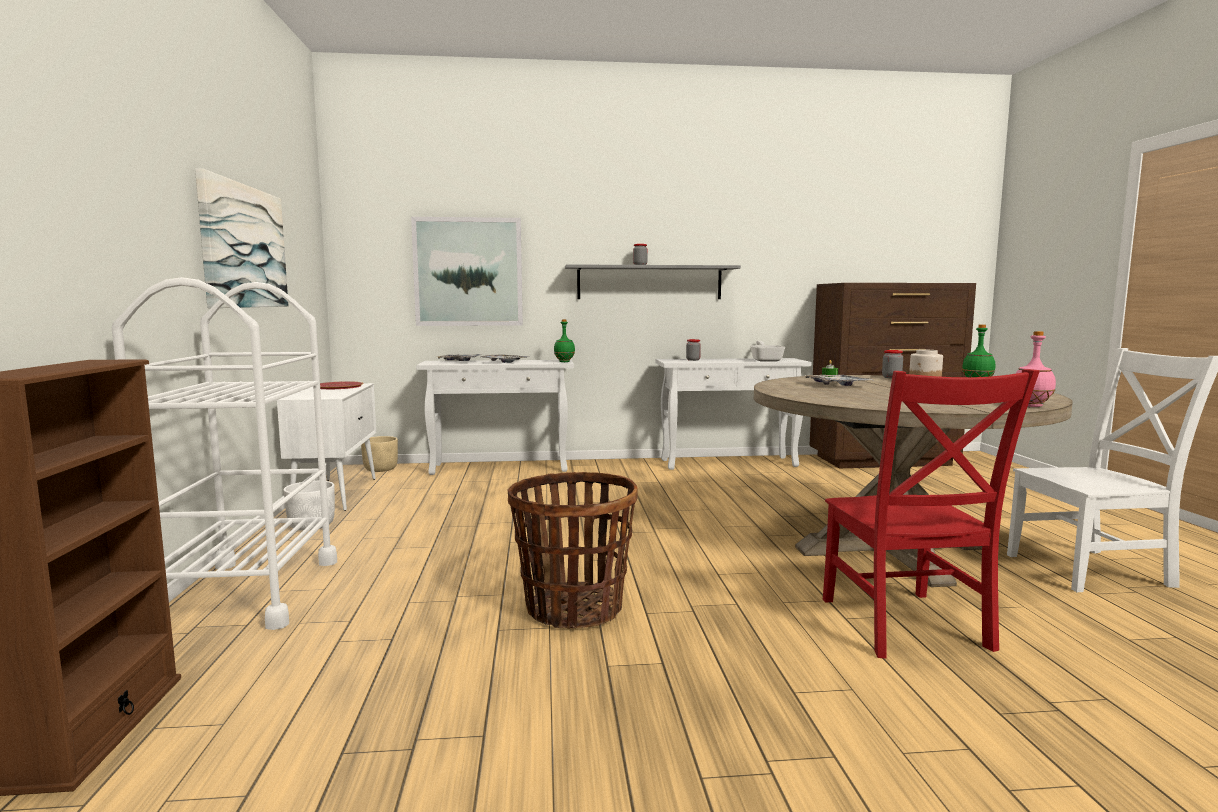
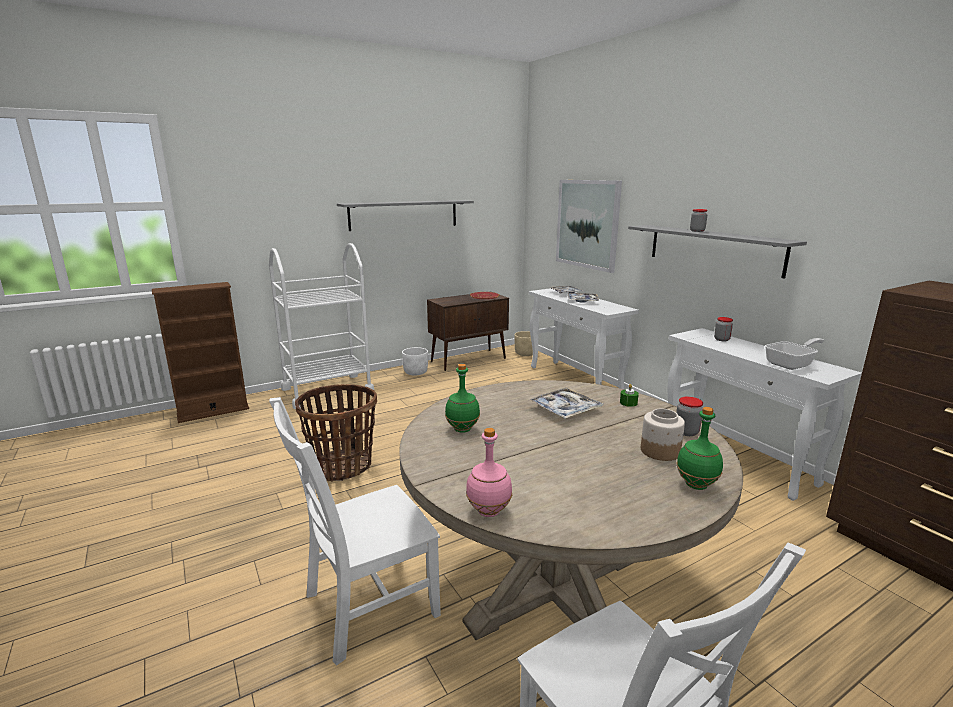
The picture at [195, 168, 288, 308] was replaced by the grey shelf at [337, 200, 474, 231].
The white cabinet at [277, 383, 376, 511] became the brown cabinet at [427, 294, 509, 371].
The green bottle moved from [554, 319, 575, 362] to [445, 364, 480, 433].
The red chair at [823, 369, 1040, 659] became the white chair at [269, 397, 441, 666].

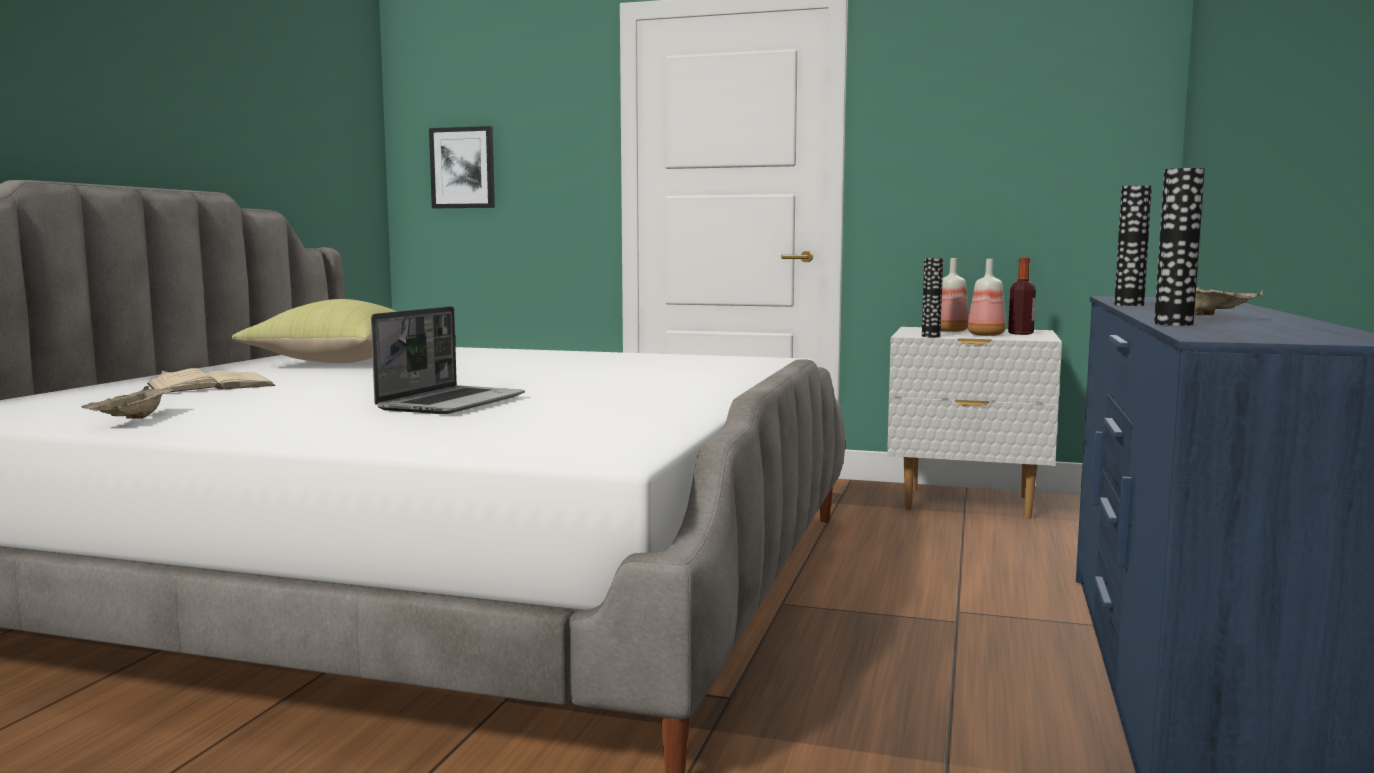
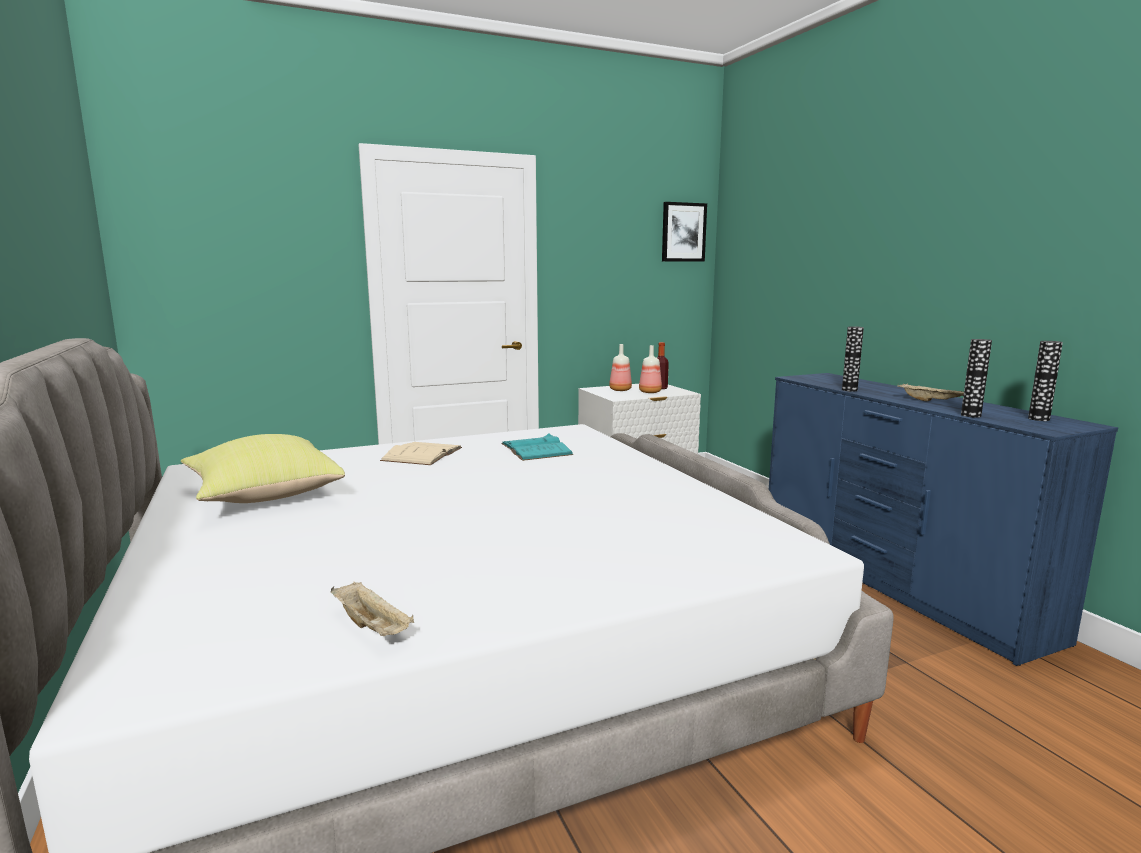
The beige book moved from [147, 368, 275, 392] to [380, 442, 462, 465].
The laptop at [371, 306, 525, 414] disappeared.
The picture moved from [429, 126, 495, 208] to [662, 202, 707, 262].
The vase moved from [922, 258, 943, 337] to [1028, 341, 1063, 421].
The turquoise book at [501, 433, 574, 461] appeared.

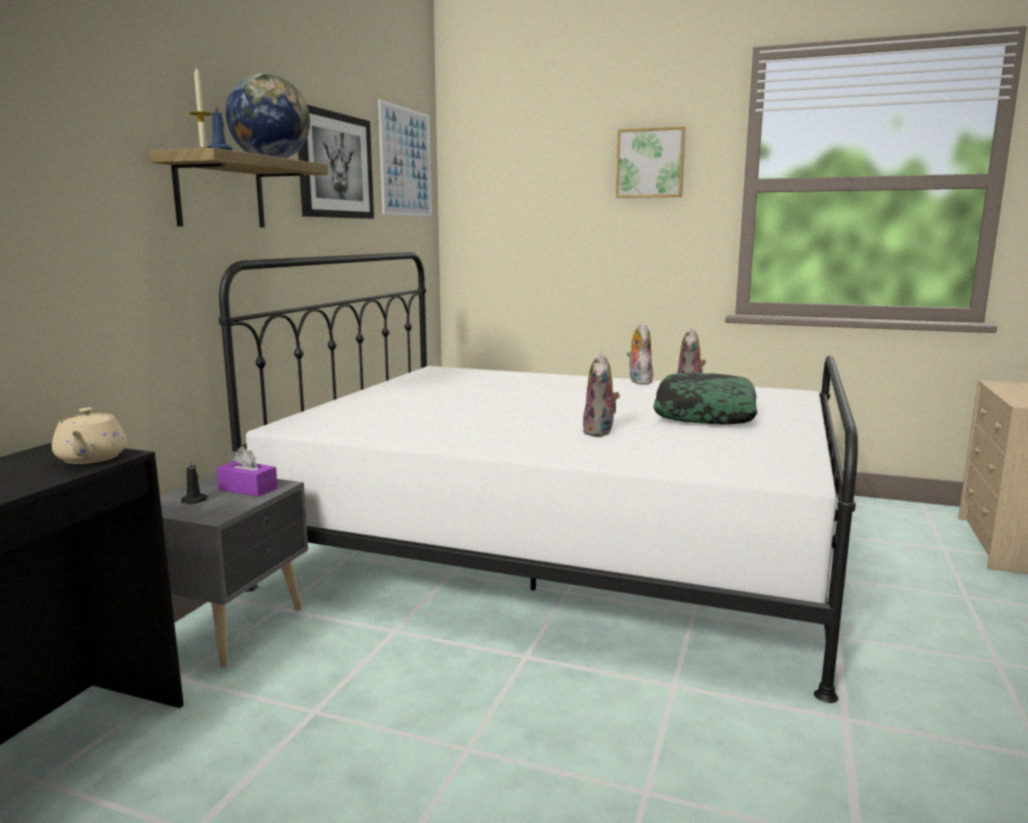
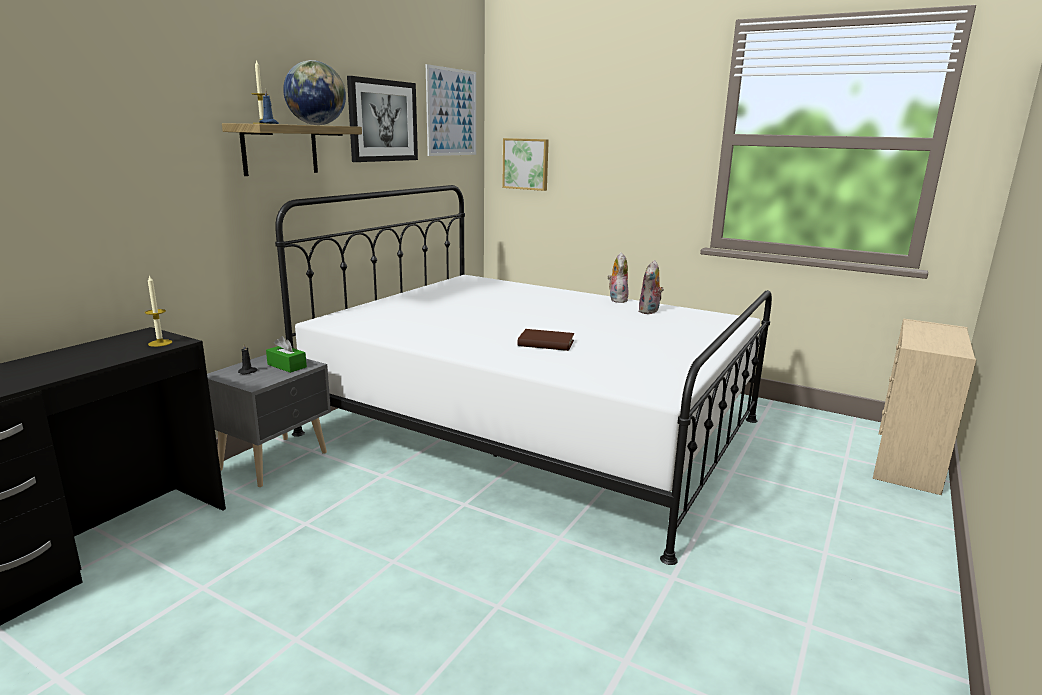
The beige teapot at [52, 408, 127, 464] was replaced by the candle at [145, 275, 172, 347].
The purple tissue box at [216, 446, 278, 497] became the green tissue box at [266, 336, 307, 373].
The plush toy at [582, 352, 620, 437] was replaced by the brown book at [518, 329, 574, 351].
The picture moved from [616, 126, 685, 198] to [502, 138, 549, 191].
The pillow at [653, 373, 757, 424] disappeared.

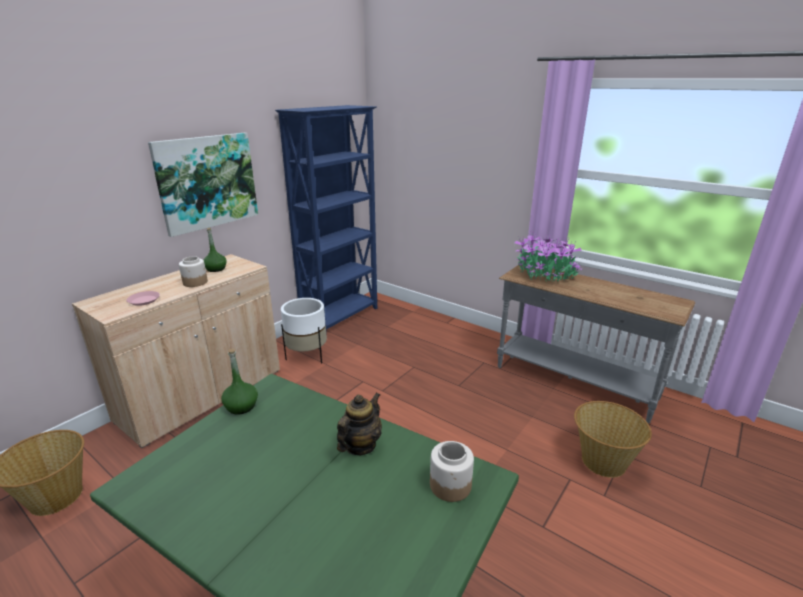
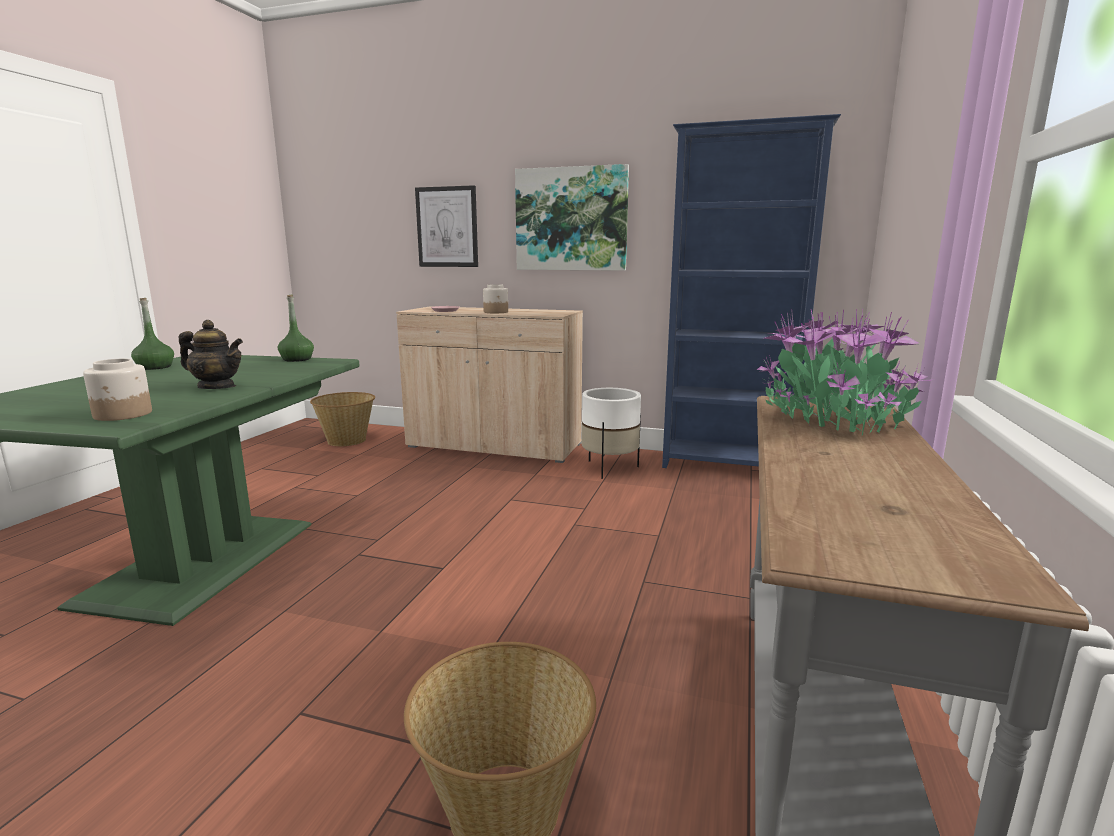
The green bottle moved from [204, 228, 227, 272] to [131, 298, 174, 370].
The picture at [415, 185, 478, 267] appeared.

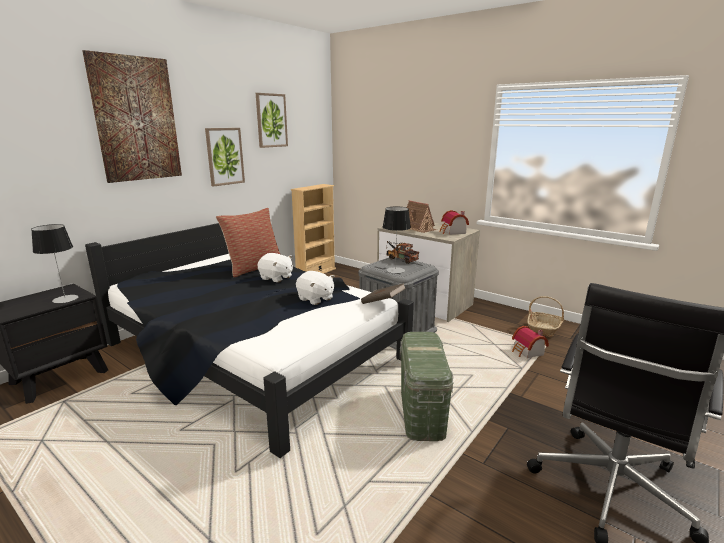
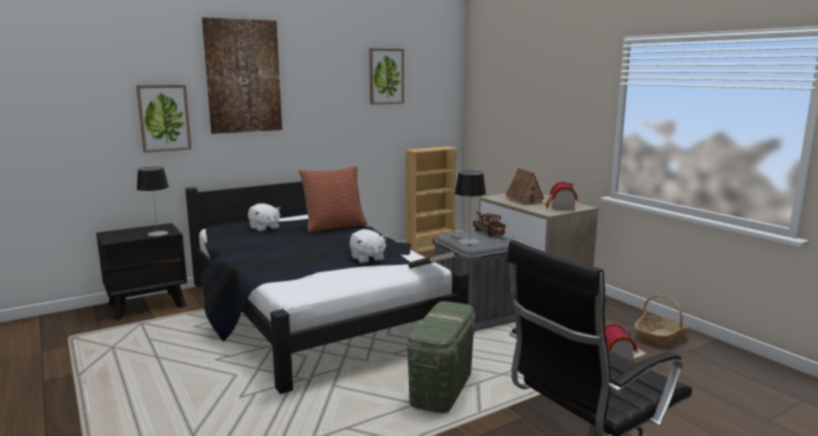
The picture moved from [205, 128, 245, 187] to [136, 85, 191, 153].
The white plush toy moved from [257, 253, 293, 282] to [248, 203, 281, 232].

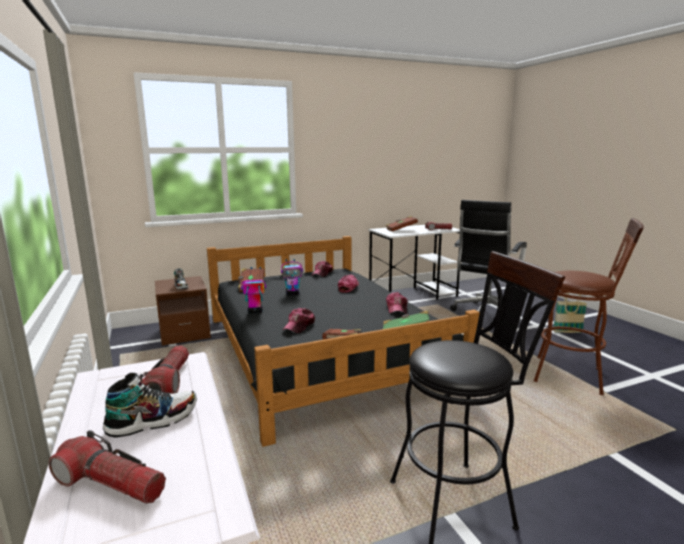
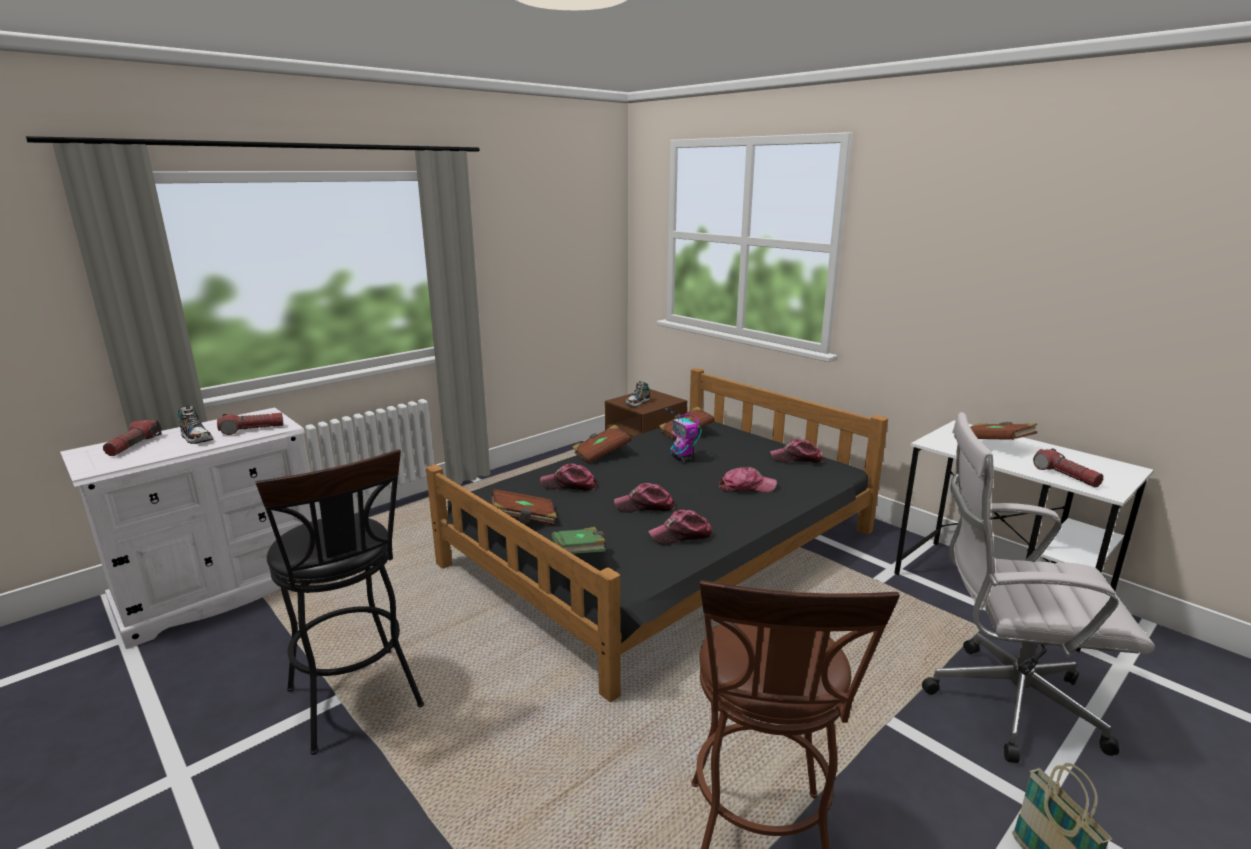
The toy robot at [241, 267, 266, 313] was replaced by the brown book at [572, 425, 631, 463].
The black office chair at [450, 200, 527, 322] became the white office chair at [922, 412, 1155, 763].
The cap at [614, 483, 675, 513] appeared.

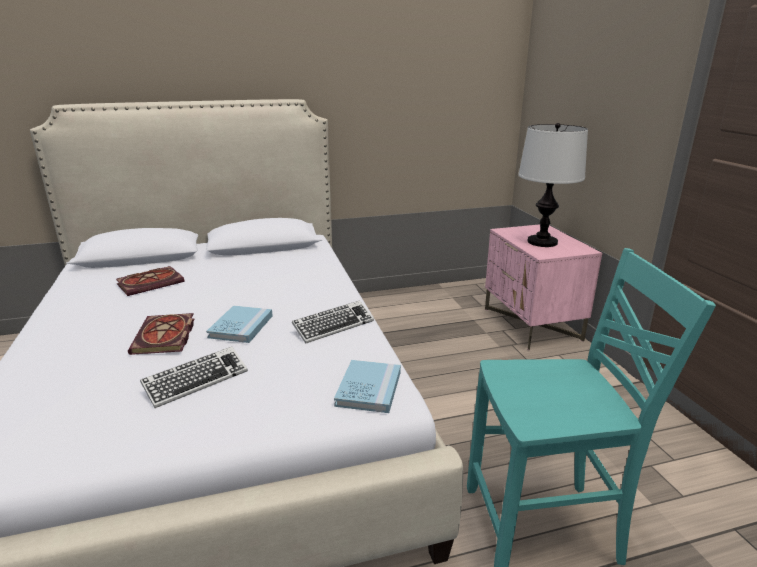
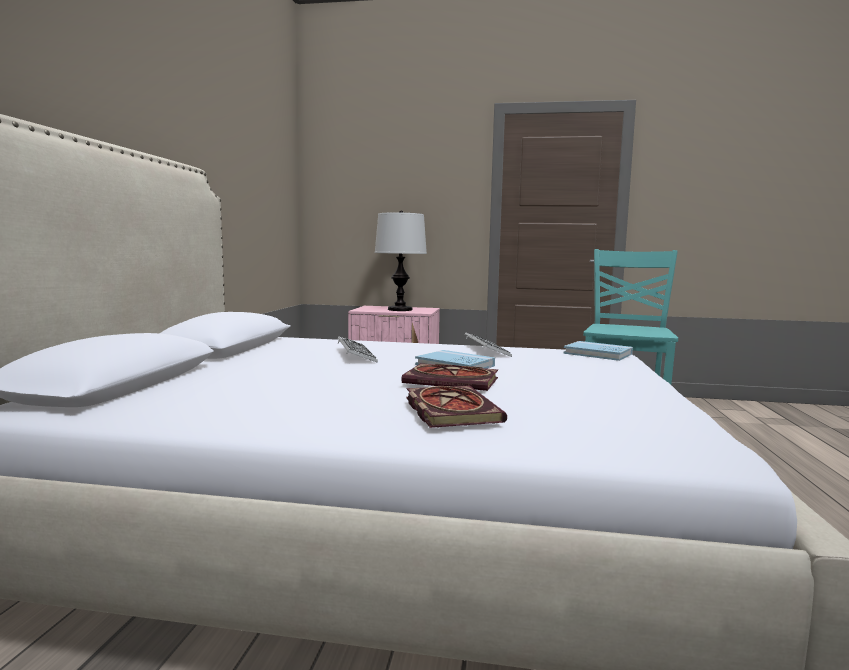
The book moved from [116, 266, 184, 296] to [406, 386, 507, 428].
The keyboard moved from [140, 347, 248, 408] to [338, 336, 378, 363].

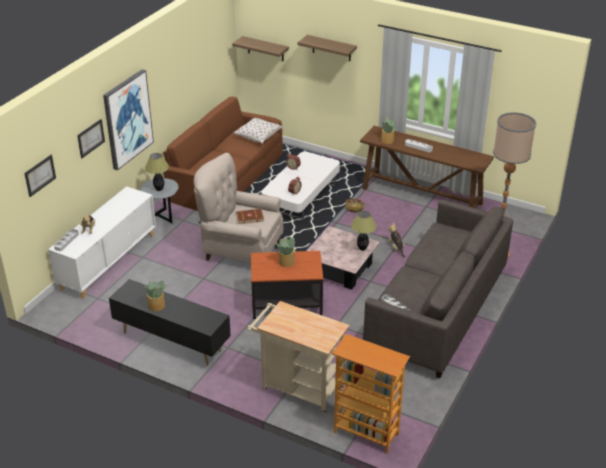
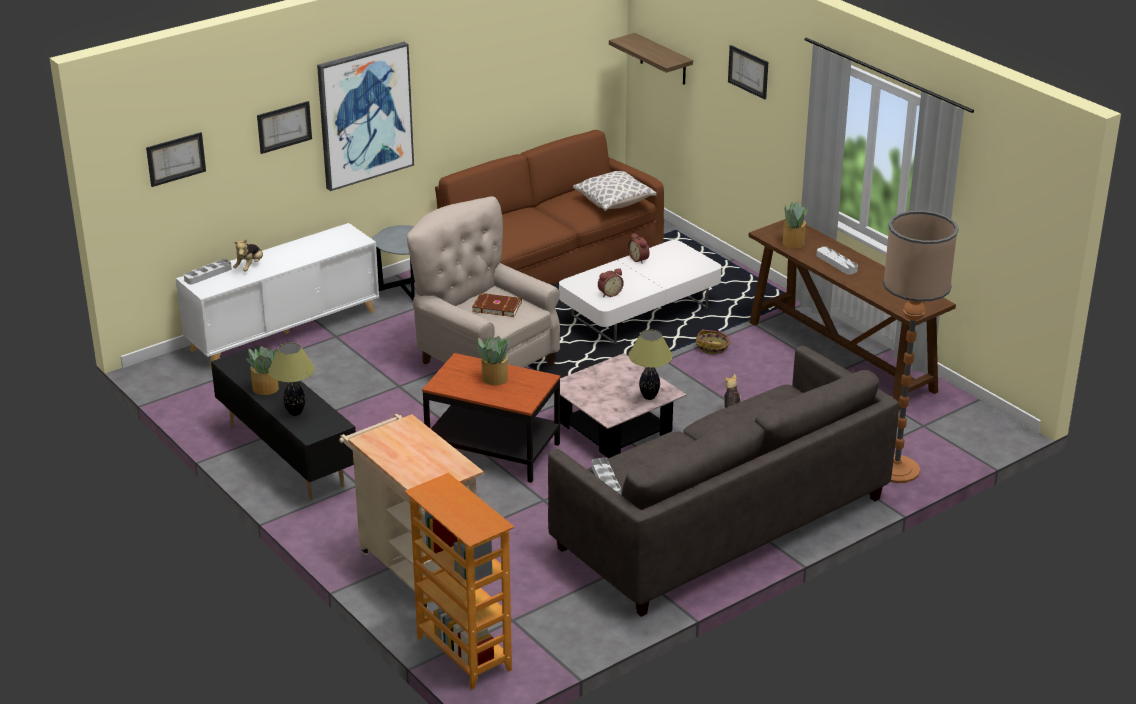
The table lamp moved from [145, 153, 169, 191] to [268, 343, 315, 416].
The shelf at [298, 35, 357, 61] was replaced by the picture at [728, 45, 768, 99].

